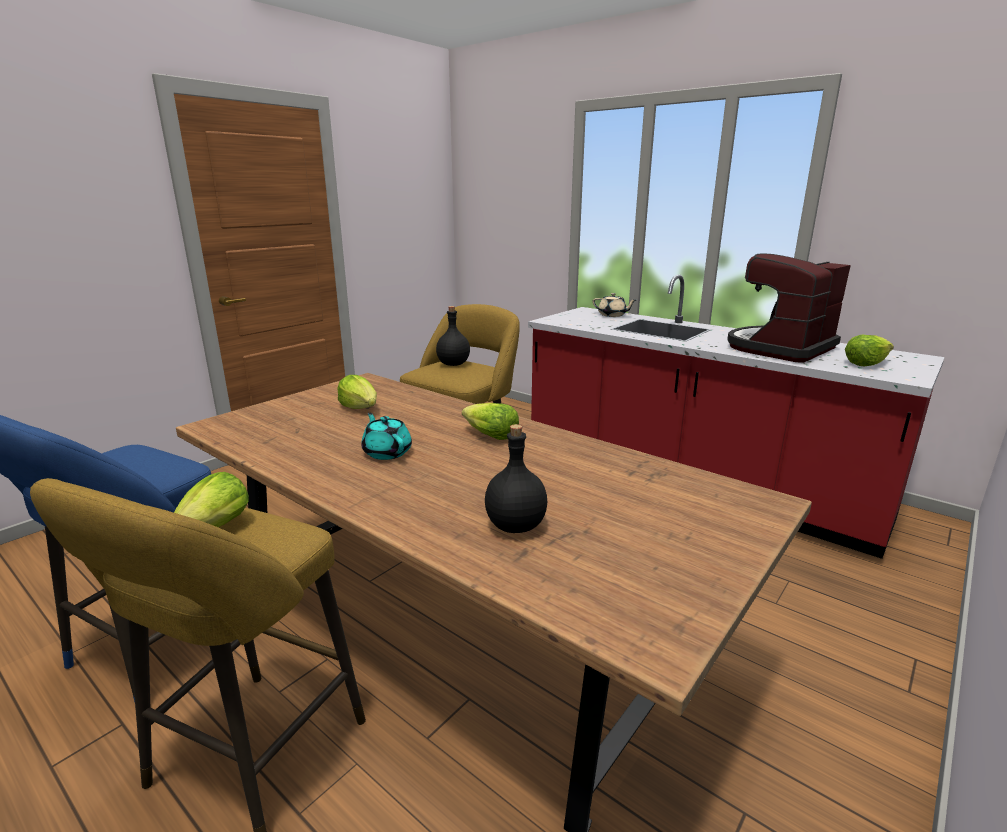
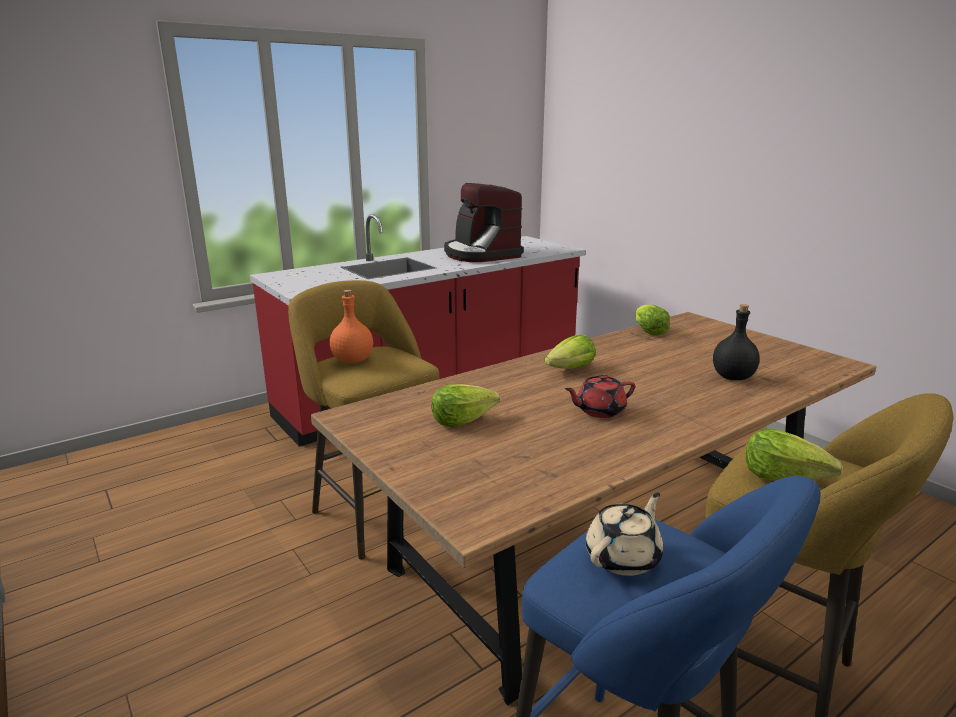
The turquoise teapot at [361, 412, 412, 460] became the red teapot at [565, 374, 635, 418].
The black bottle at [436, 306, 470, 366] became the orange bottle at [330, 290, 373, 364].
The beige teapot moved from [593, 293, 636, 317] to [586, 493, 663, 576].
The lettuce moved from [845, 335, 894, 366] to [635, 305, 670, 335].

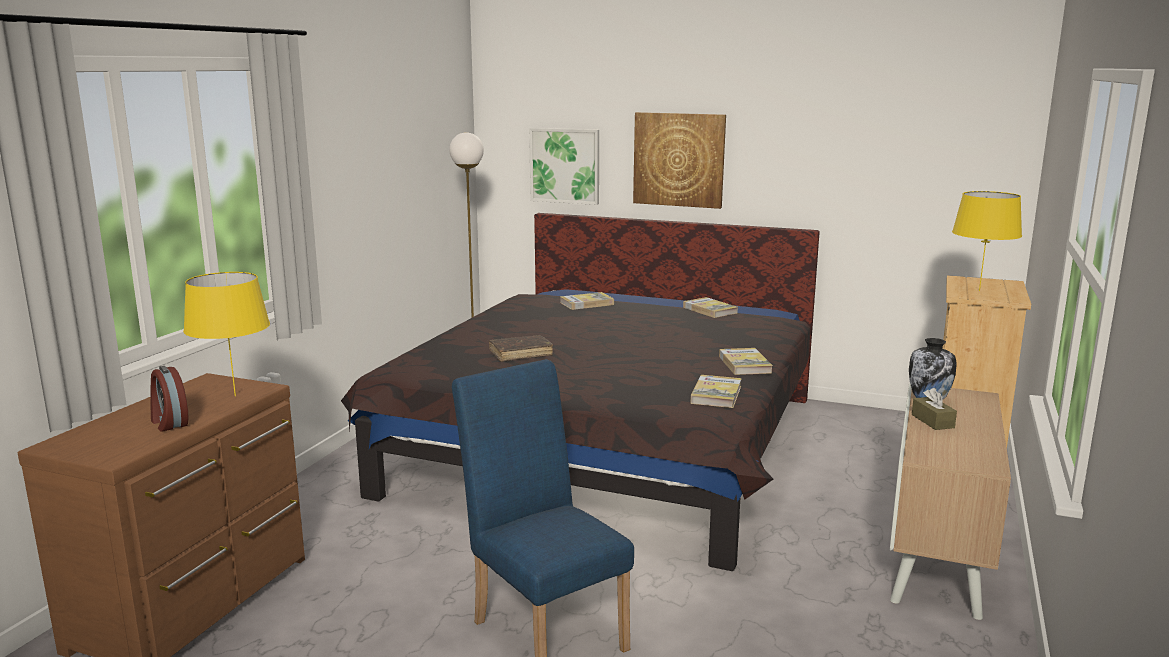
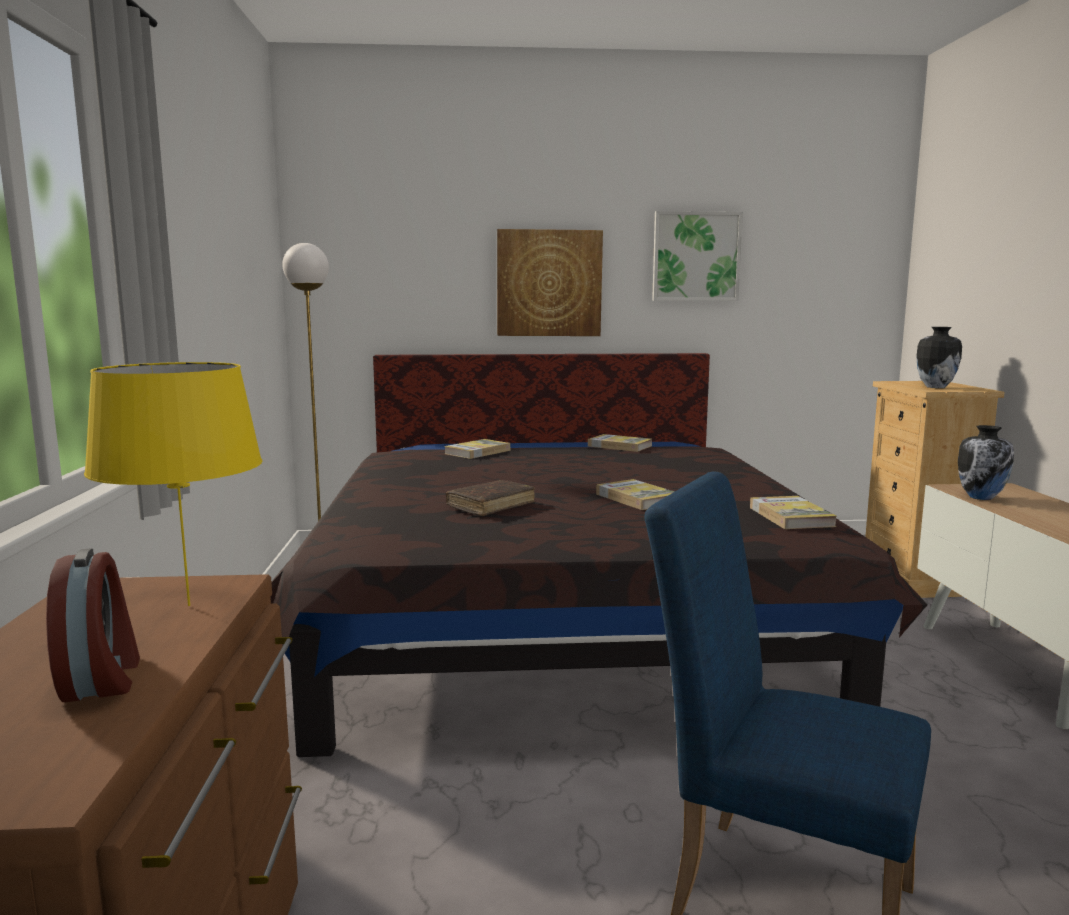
The alarm clock at [151, 366, 189, 432] turned 135 degrees counterclockwise.
The picture moved from [529, 128, 599, 205] to [652, 211, 743, 301].
The book moved from [719, 348, 773, 375] to [596, 479, 675, 510].
The brown tissue box at [912, 388, 957, 430] disappeared.
The yellow table lamp at [952, 191, 1022, 291] was replaced by the vase at [916, 327, 962, 388].

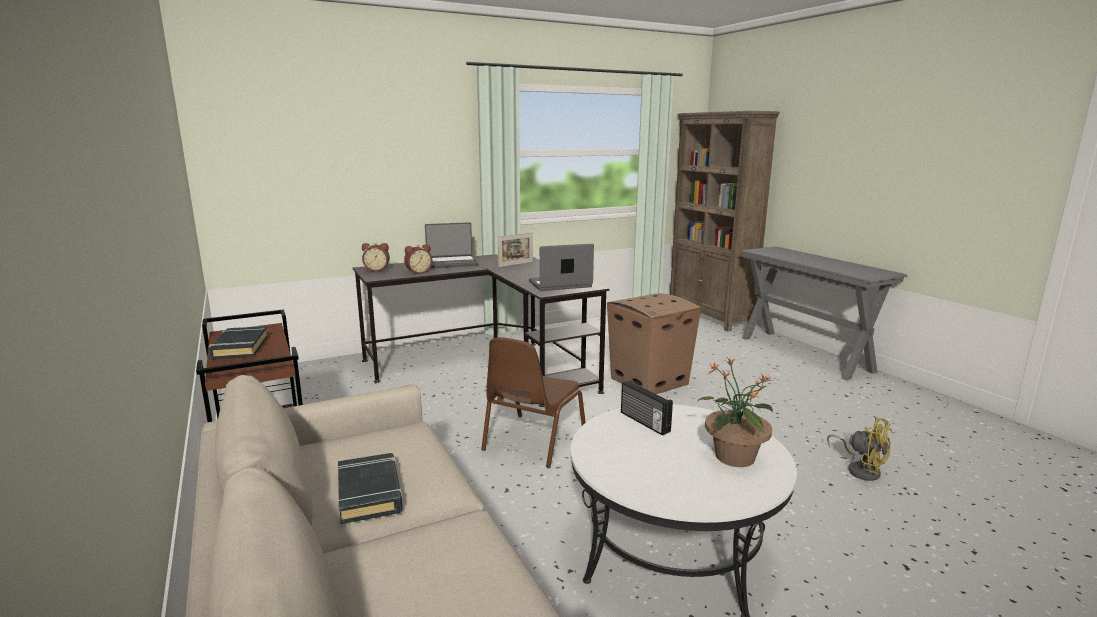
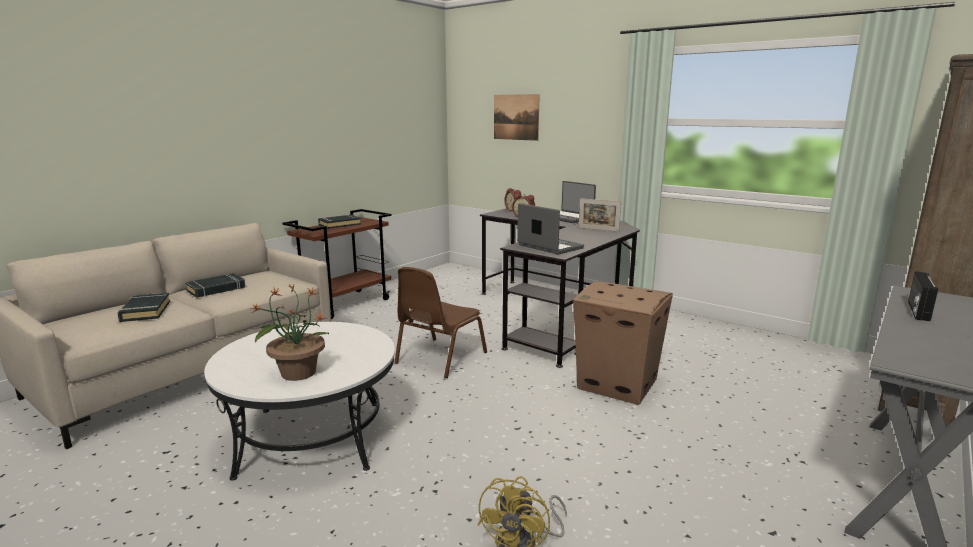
The brown chair at [481, 337, 586, 468] turned 60 degrees counterclockwise.
The radio moved from [621, 381, 673, 435] to [908, 271, 938, 321].
The black book at [117, 292, 170, 322] appeared.
The picture at [494, 94, 540, 141] appeared.

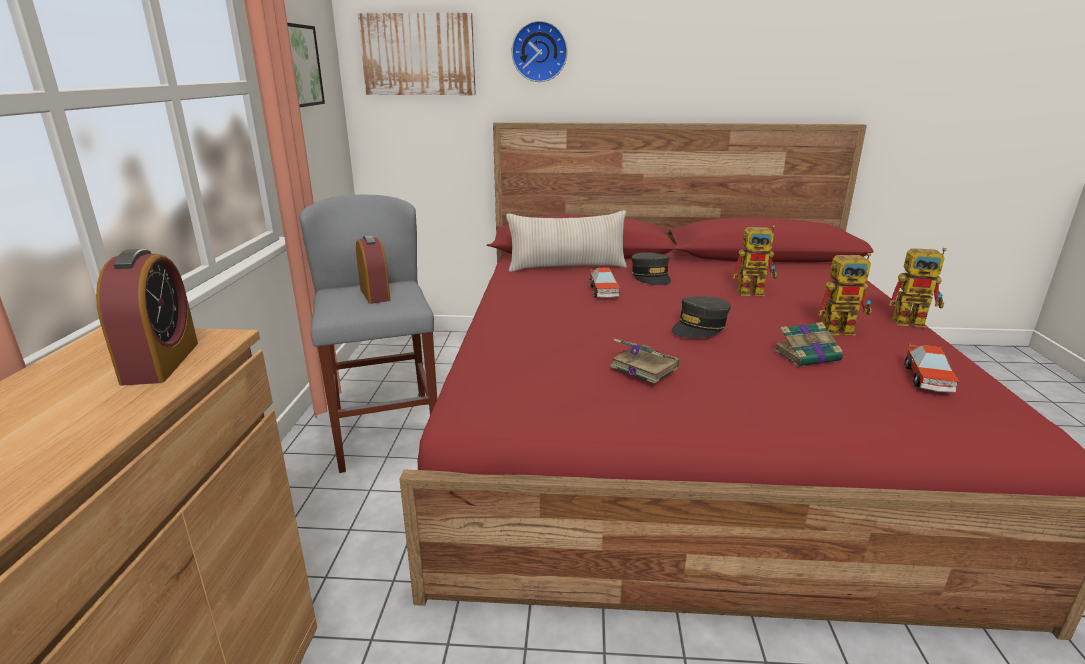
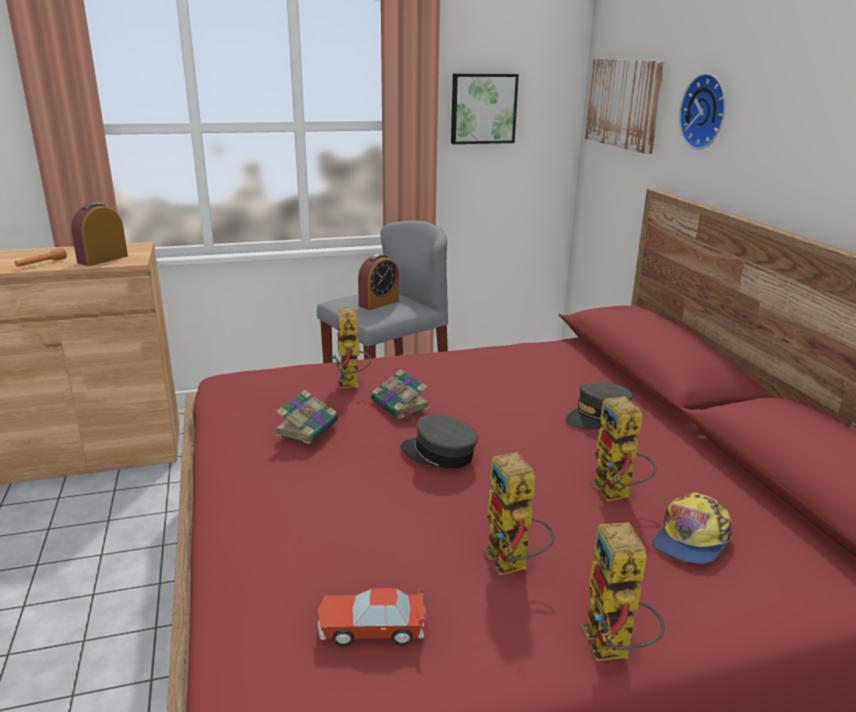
The alarm clock at [96, 249, 198, 386] turned 150 degrees clockwise.
The beige pillow at [506, 210, 627, 272] disappeared.
The toy car at [590, 268, 620, 298] disappeared.
The book moved from [774, 322, 845, 367] to [371, 369, 430, 419].
The orange flashlight at [15, 248, 67, 267] appeared.
The toy robot at [332, 307, 371, 388] appeared.
The cap at [652, 492, 732, 563] appeared.

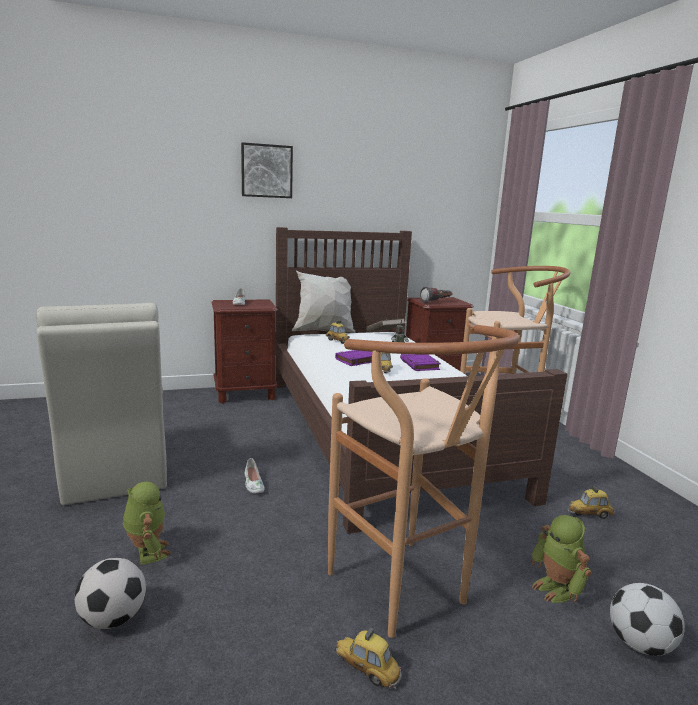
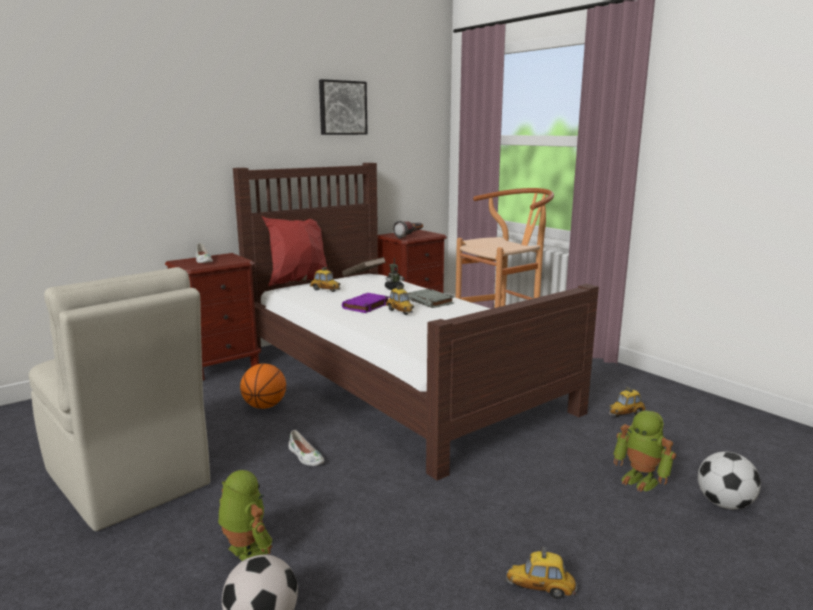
The picture moved from [241, 142, 293, 198] to [319, 79, 368, 135].
The white pillow at [292, 270, 355, 333] became the red pillow at [262, 216, 328, 286].
The brown stool at [328, 325, 520, 638] disappeared.
The purple book at [400, 354, 441, 371] became the grey book at [408, 289, 454, 308].
The basketball at [240, 364, 286, 409] appeared.

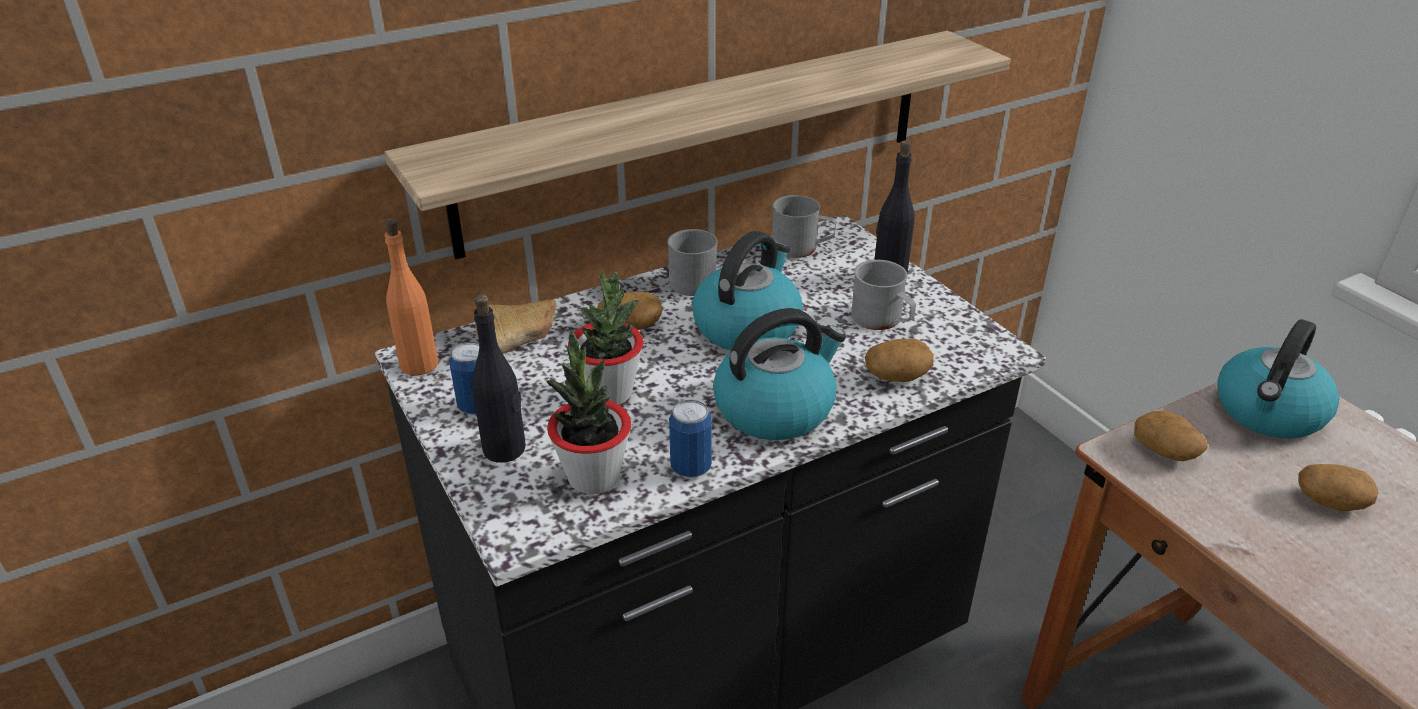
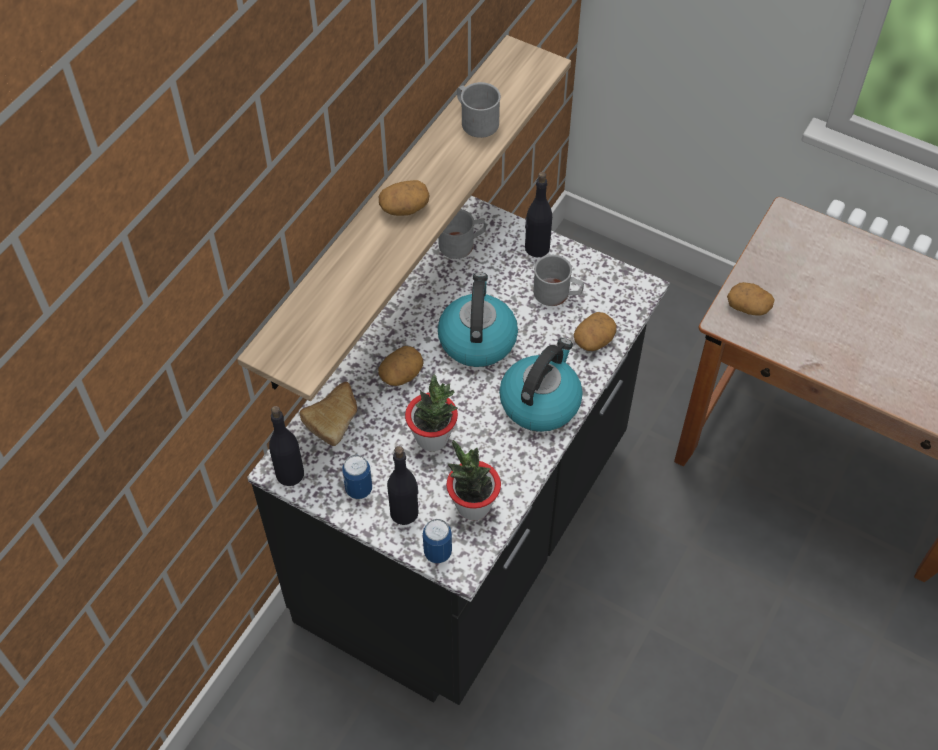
The orange bottle at [384, 218, 438, 375] became the black bottle at [269, 406, 304, 486].
The grey mug moved from [667, 229, 718, 296] to [457, 82, 501, 138].
The can moved from [669, 400, 712, 478] to [423, 519, 452, 563].
The kettle at [1217, 319, 1339, 438] disappeared.
The potato moved from [1298, 464, 1379, 511] to [379, 180, 430, 216].

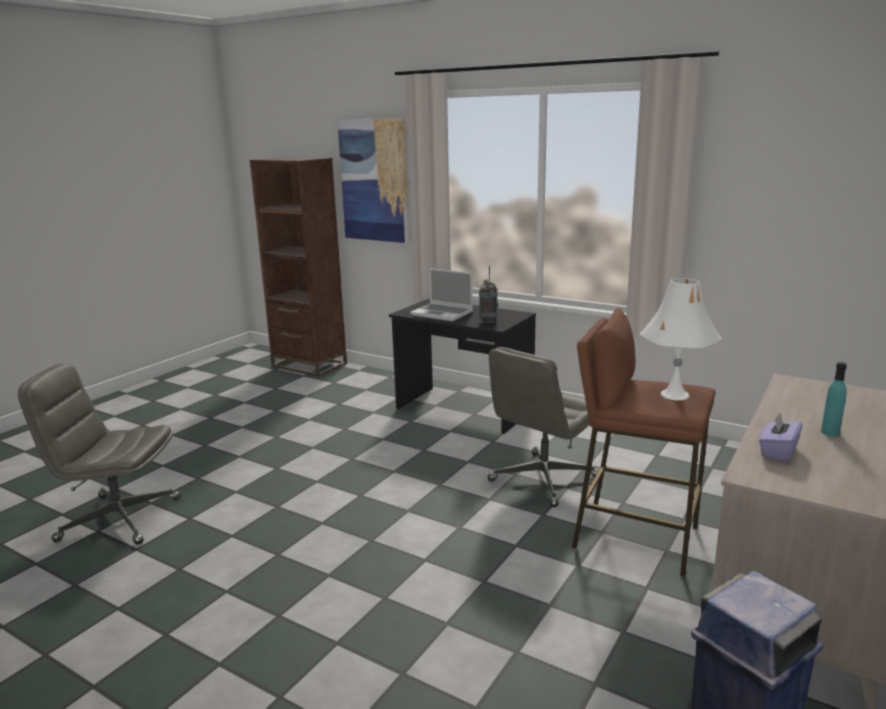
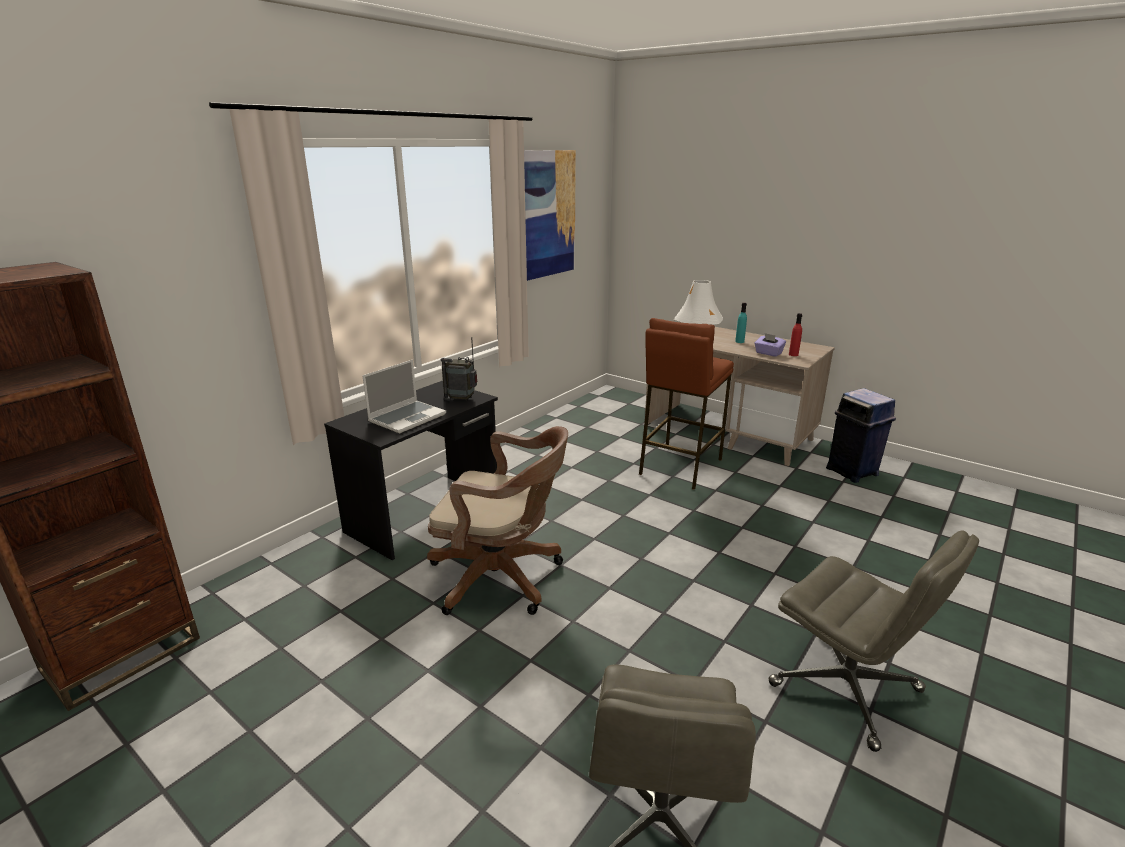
The picture moved from [337, 118, 409, 243] to [524, 150, 576, 281].
The grey office chair moved from [487, 347, 599, 507] to [768, 530, 979, 752].
The brown office chair at [427, 426, 568, 615] appeared.
The red bottle at [789, 313, 802, 356] appeared.

